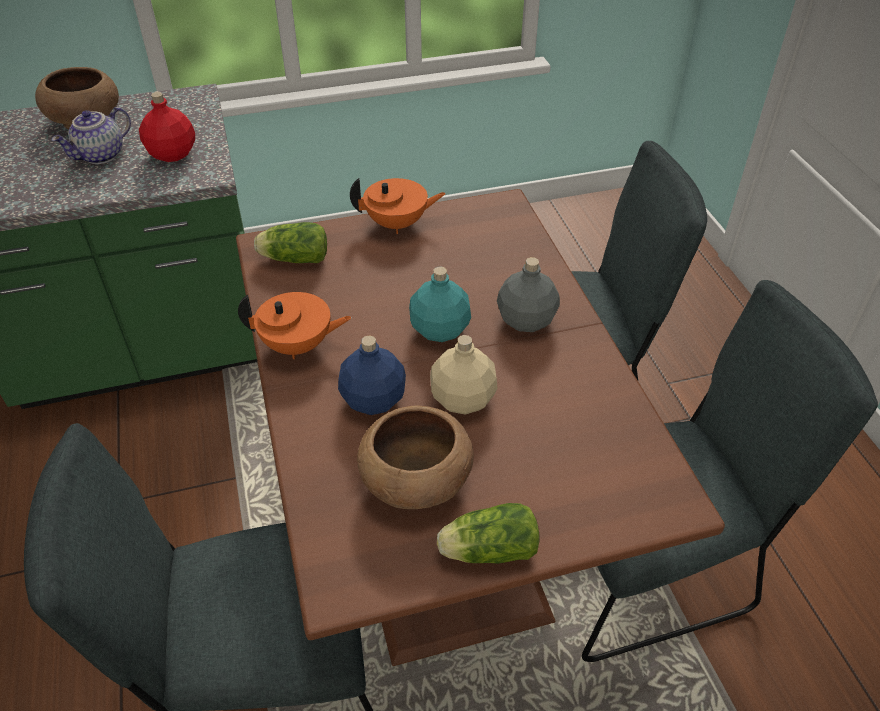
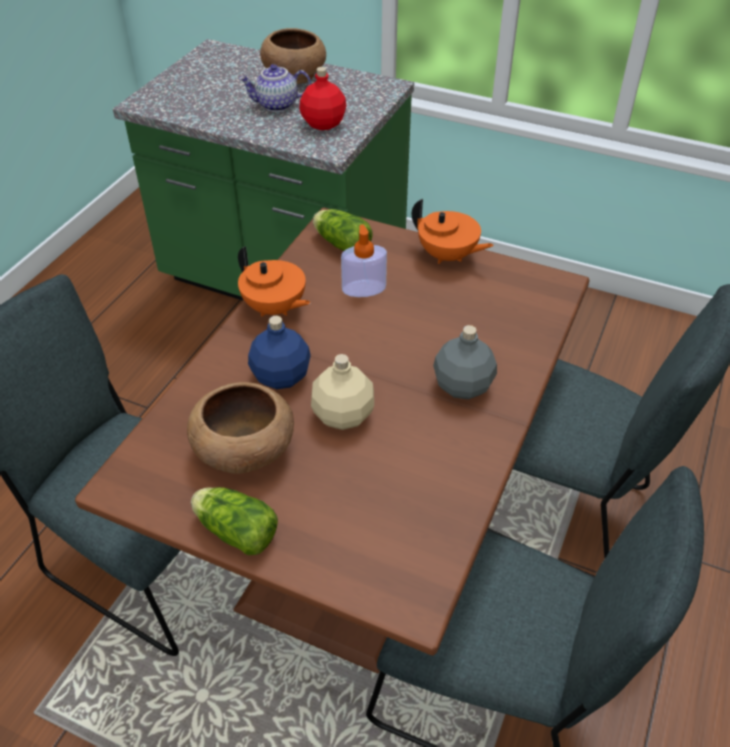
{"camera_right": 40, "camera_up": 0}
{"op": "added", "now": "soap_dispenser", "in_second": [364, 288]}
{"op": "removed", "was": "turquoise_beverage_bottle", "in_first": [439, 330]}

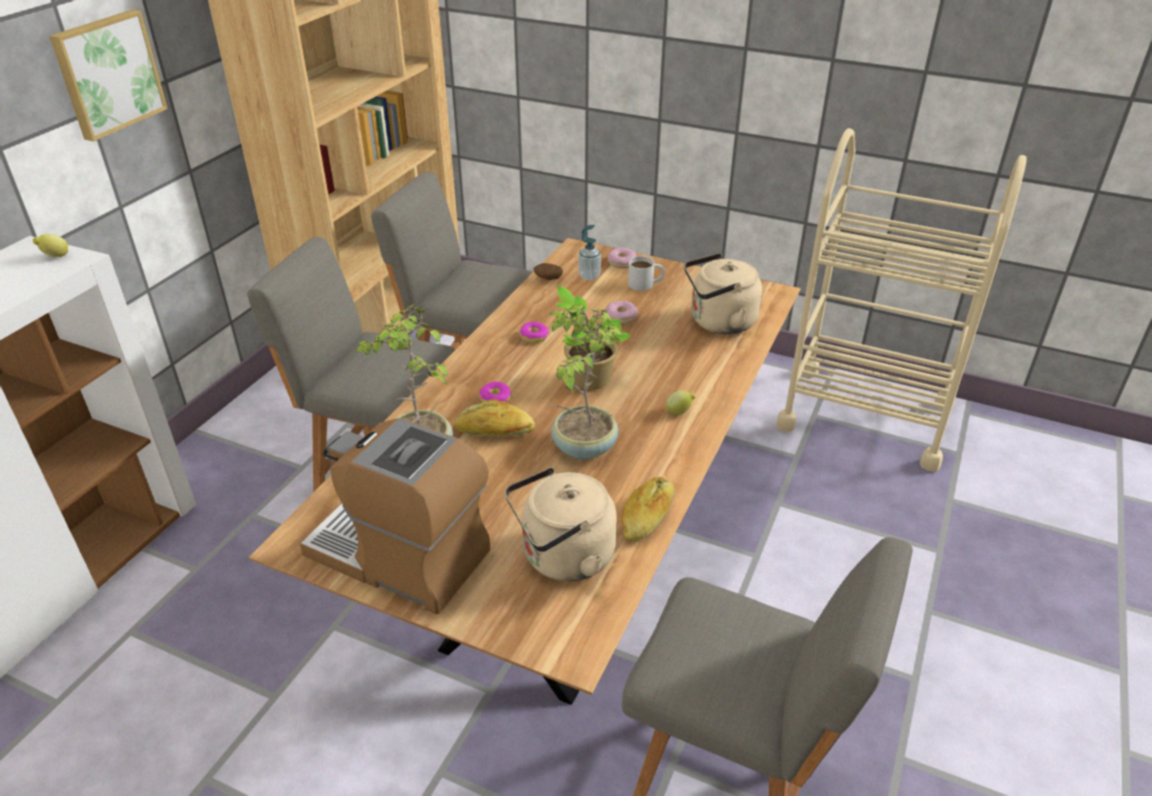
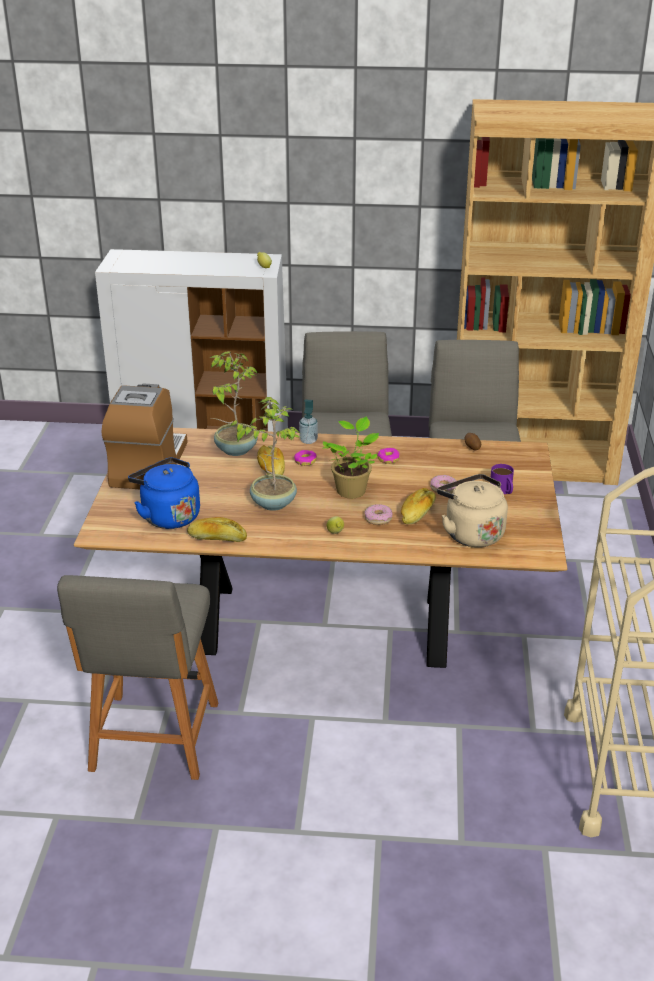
{"camera_right": 70, "camera_up": -5}
{"op": "recoloured", "was": "beige_tea_kettle", "now": "bluish_tea_kettle", "in_first": [563, 558], "in_second": [168, 516]}
{"op": "moved", "was": "soap_dispenser", "in_first": [589, 276], "in_second": [308, 440]}
{"op": "moved", "was": "ring_doughnut", "in_first": [622, 262], "in_second": [378, 518]}
{"op": "added", "now": "baked_bread", "in_second": [417, 513]}
{"op": "recoloured", "was": "white_coffee_mug", "now": "purplish_coffee_mug", "in_first": [646, 284], "in_second": [503, 490]}
{"op": "removed", "was": "wall_art", "in_first": [108, 74]}

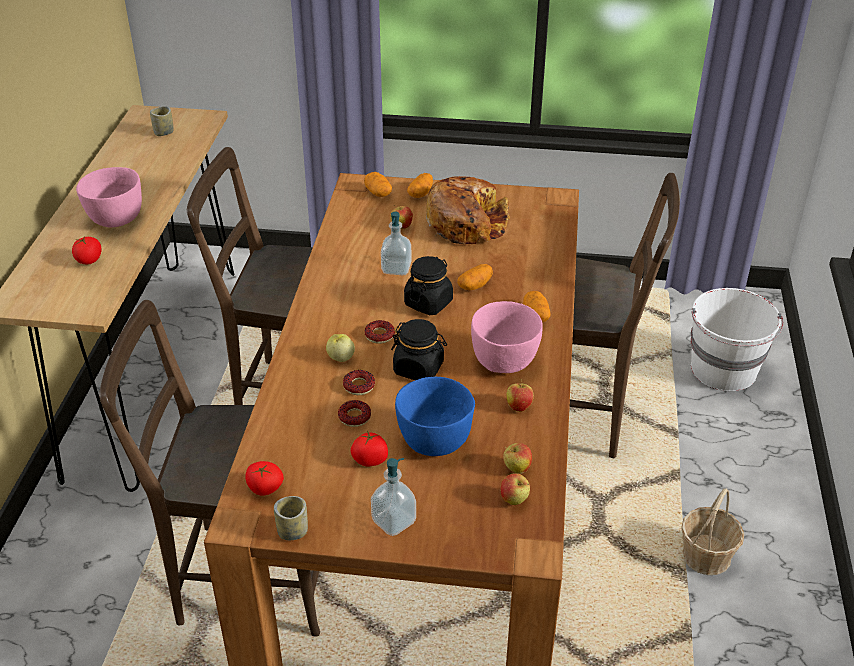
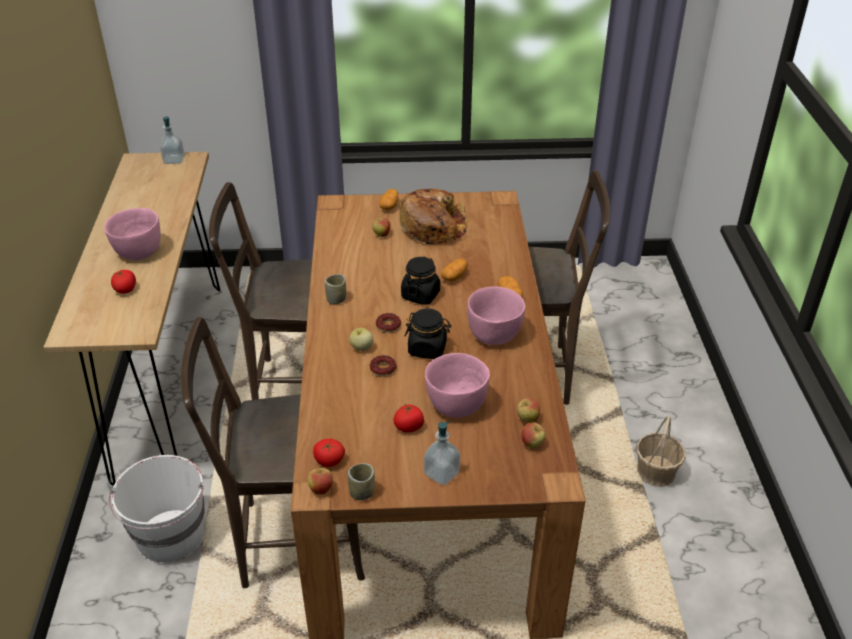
{"camera_right": -10, "camera_up": 0}
{"op": "moved", "was": "white_water_bucket", "in_first": [724, 370], "in_second": [170, 537]}
{"op": "moved", "was": "soap_dispenser", "in_first": [396, 268], "in_second": [174, 160]}
{"op": "moved", "was": "apple_fruit", "in_first": [519, 407], "in_second": [321, 489]}
{"op": "moved", "was": "drinking_cup", "in_first": [164, 132], "in_second": [336, 299]}
{"op": "recoloured", "was": "bluish_serving_bowl", "now": "pinkish_serving_bowl", "in_first": [434, 439], "in_second": [455, 404]}
{"op": "removed", "was": "ring_doughnut", "in_first": [354, 417]}
{"op": "removed", "was": "whole_potato", "in_first": [378, 193]}

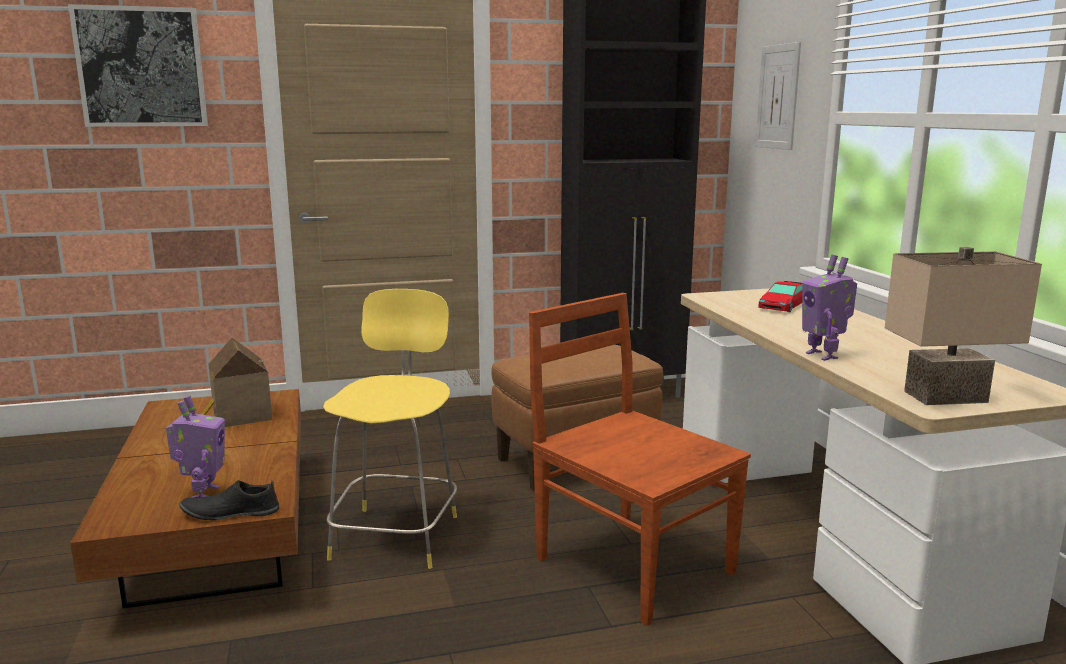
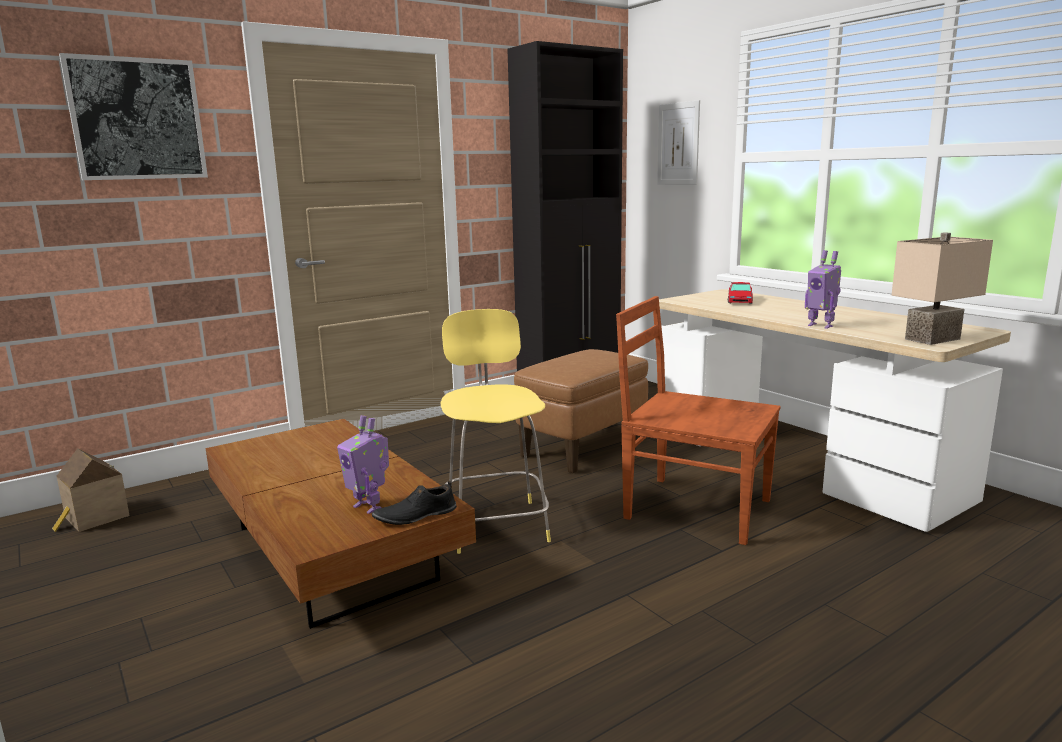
{"camera_right": -20, "camera_up": 0}
{"op": "moved", "was": "model_house", "in_first": [238, 416], "in_second": [94, 518]}
{"op": "turned", "was": "robot_figure", "in_first": [203, 493], "in_second": [369, 506], "clockwise": 150}

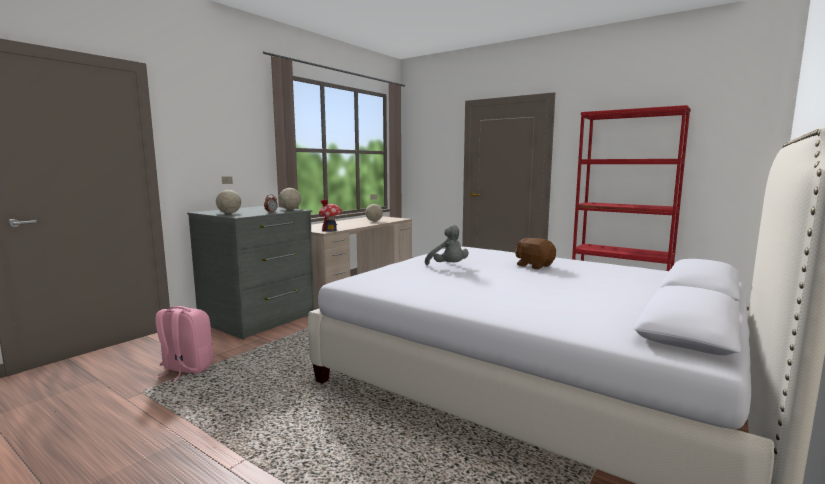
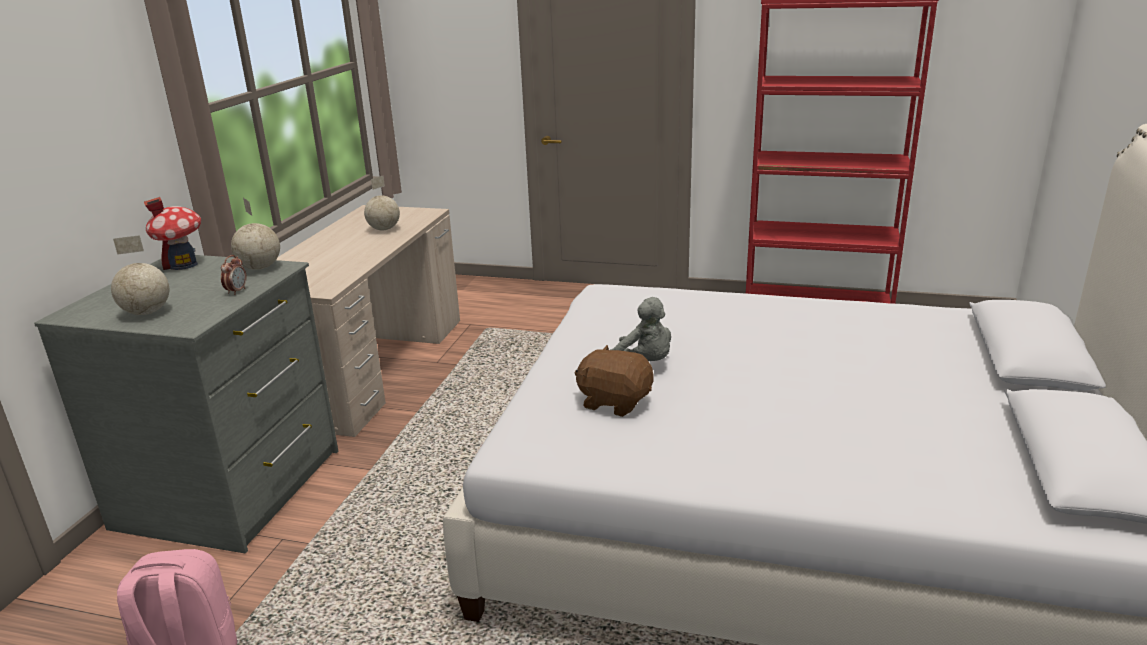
{"camera_right": -20, "camera_up": 15}
{"op": "moved", "was": "model_house", "in_first": [331, 230], "in_second": [183, 264]}
{"op": "moved", "was": "brown_plush_toy", "in_first": [534, 266], "in_second": [614, 402]}

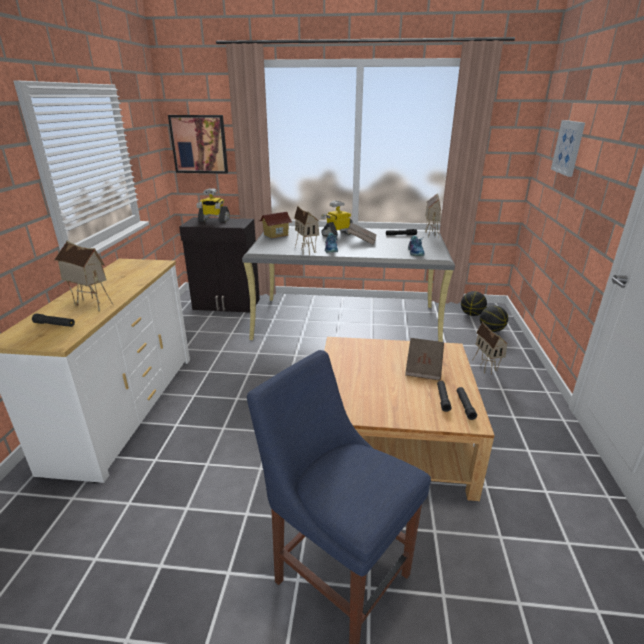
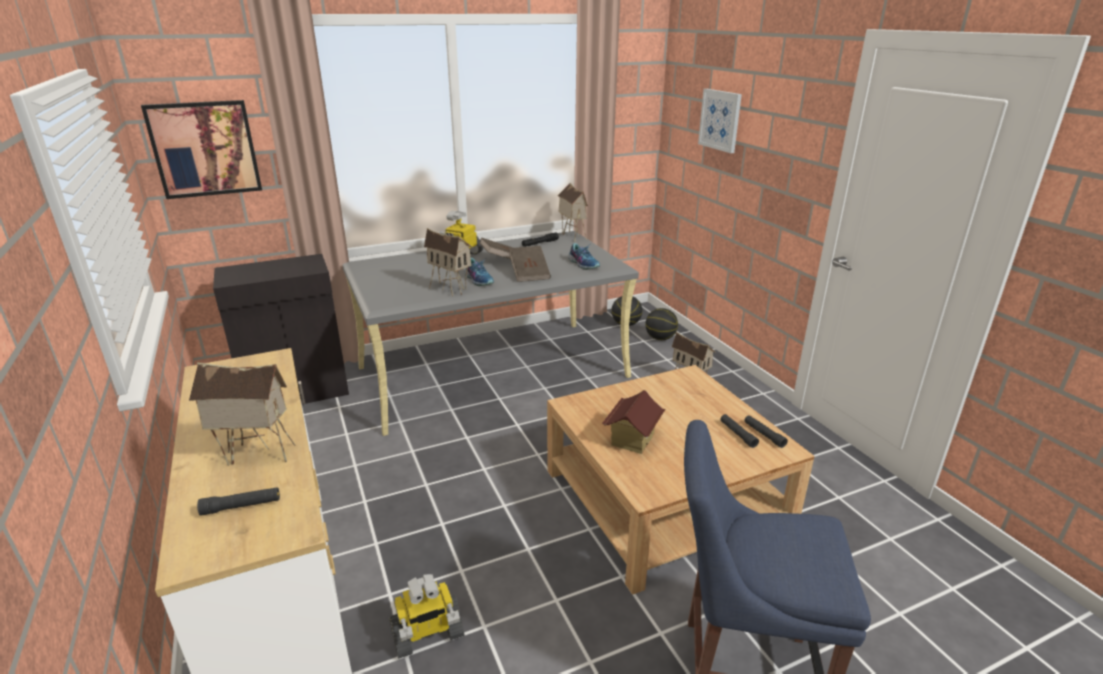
{"camera_right": -30, "camera_up": 0}
{"op": "moved", "was": "robot_figure", "in_first": [213, 220], "in_second": [427, 634]}
{"op": "moved", "was": "brown_book", "in_first": [423, 368], "in_second": [529, 274]}
{"op": "moved", "was": "model_house", "in_first": [276, 235], "in_second": [632, 439]}

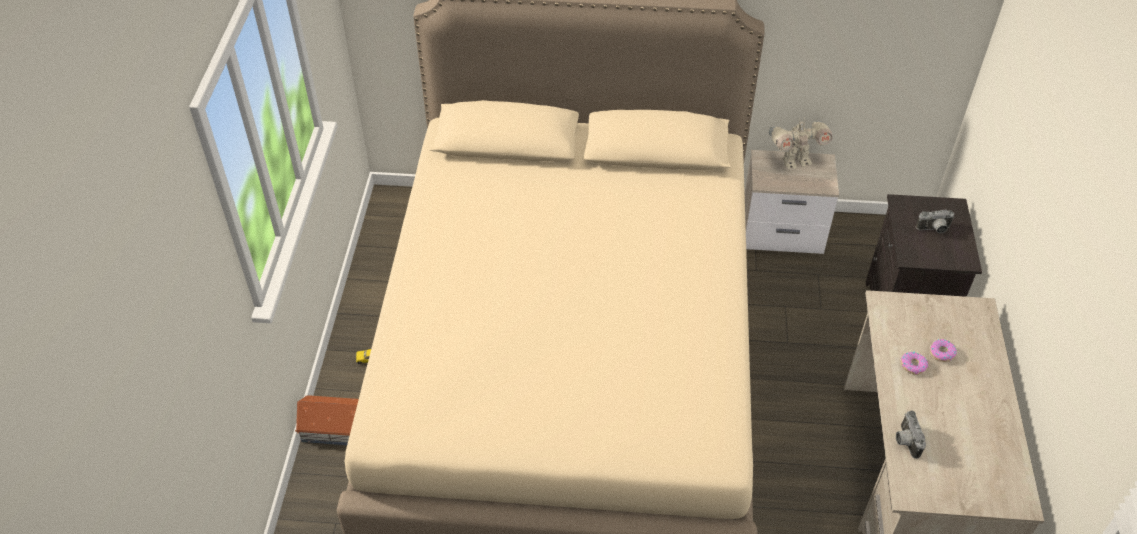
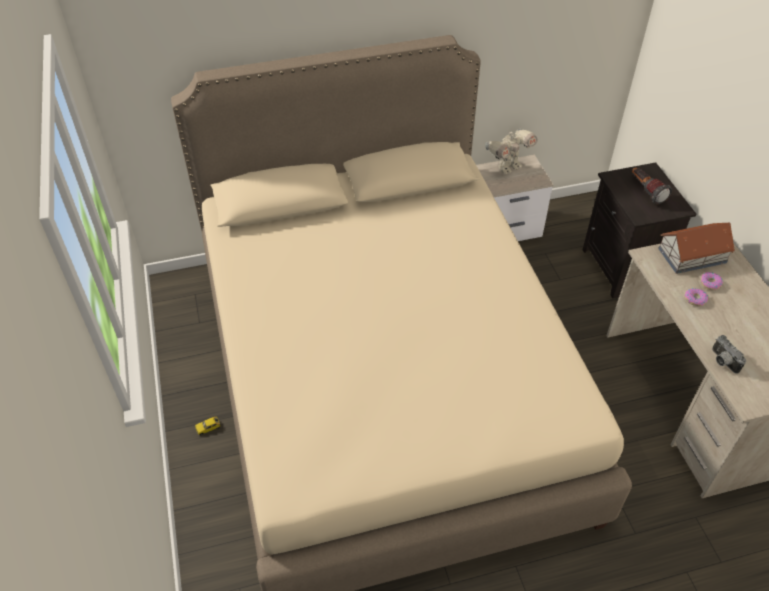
{"camera_right": -20, "camera_up": 0}
{"op": "replaced", "was": "photo_camera", "now": "hand_torch", "in_first": [934, 230], "in_second": [646, 191]}
{"op": "moved", "was": "model_house", "in_first": [336, 427], "in_second": [693, 255]}

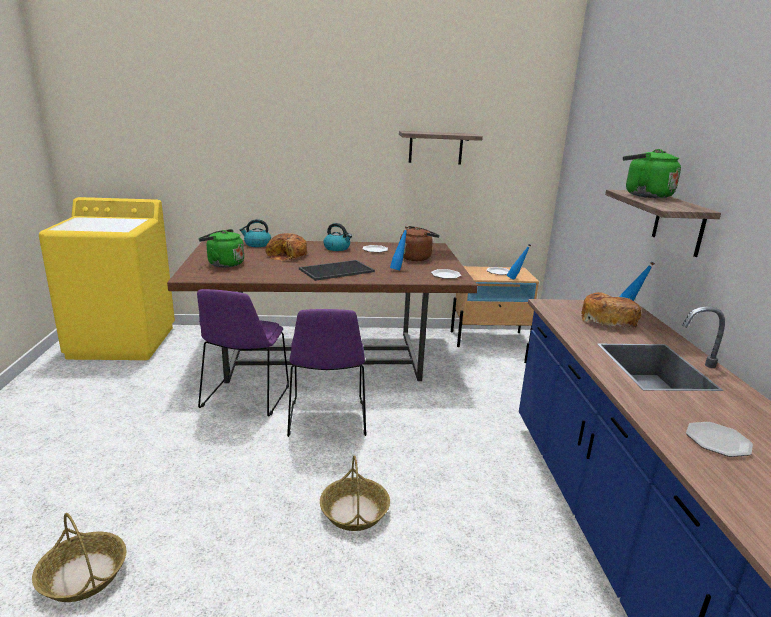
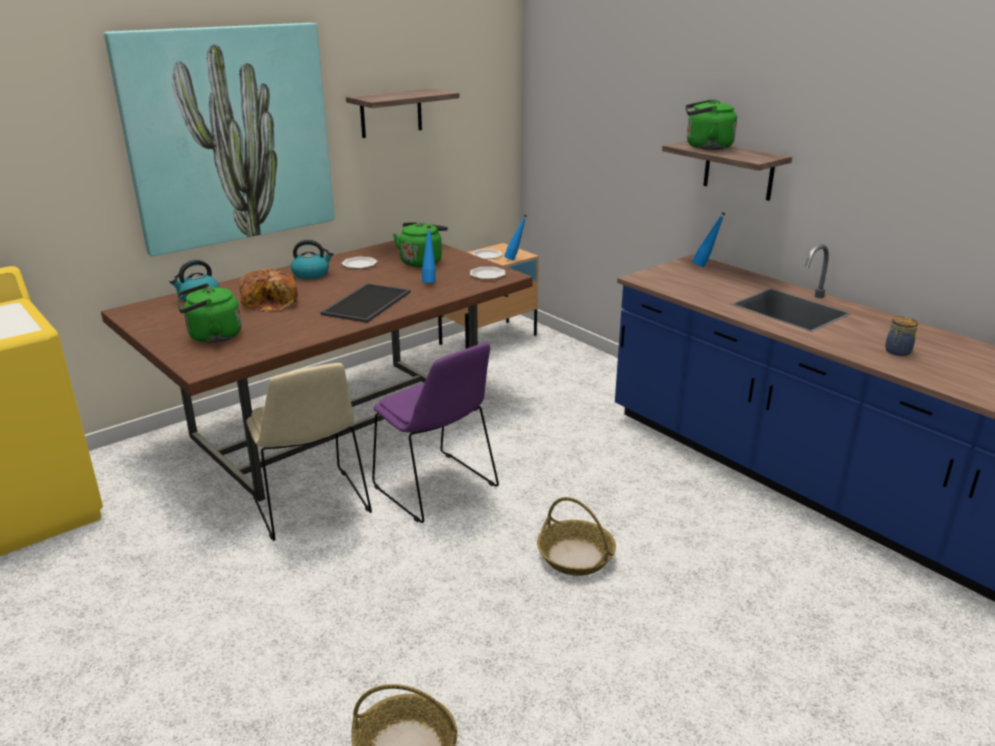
{"camera_right": -35, "camera_up": 5}
{"op": "added", "now": "wall_art", "in_second": [229, 136]}
{"op": "recoloured", "was": "purplish_upright_chair", "now": "beige_upright_chair", "in_first": [245, 398], "in_second": [312, 507]}
{"op": "recoloured", "was": "brown_tea_kettle", "now": "greenish_tea_kettle", "in_first": [416, 257], "in_second": [422, 261]}
{"op": "replaced", "was": "dinner_plate", "now": "preserve_jar", "in_first": [717, 441], "in_second": [897, 352]}
{"op": "removed", "was": "baked_bread", "in_first": [607, 320]}

